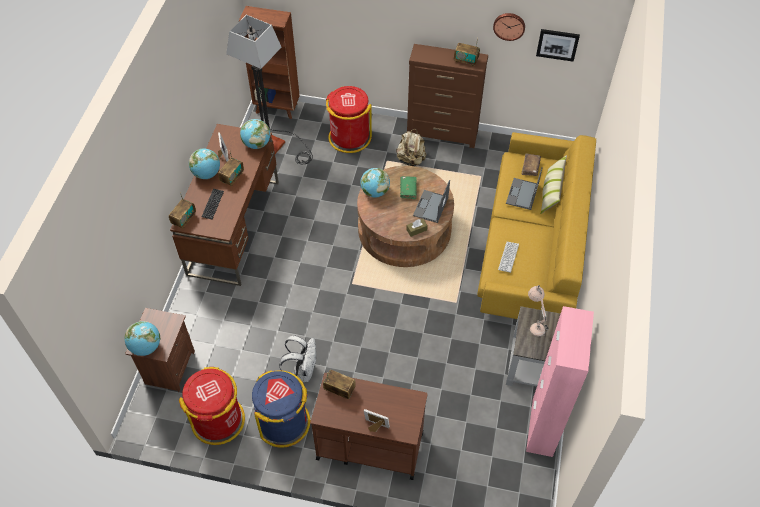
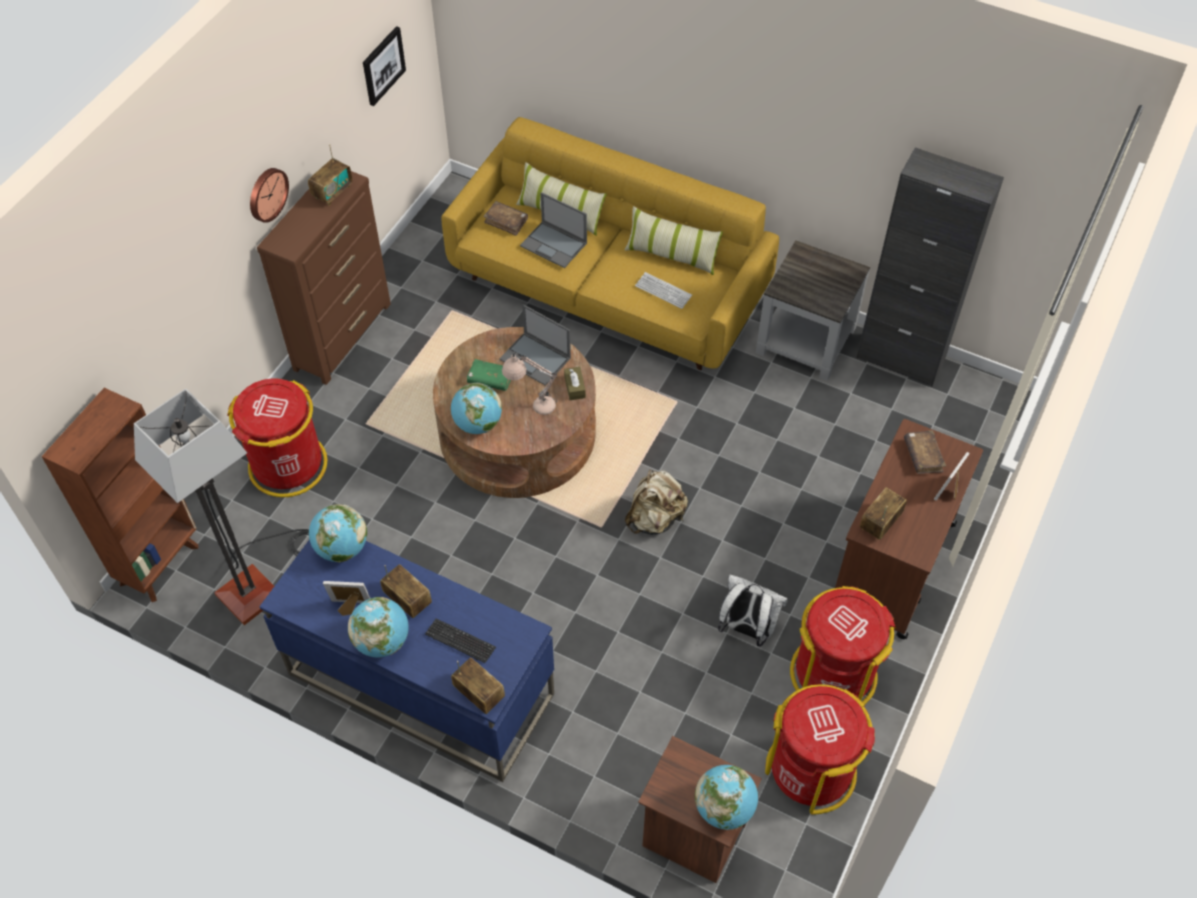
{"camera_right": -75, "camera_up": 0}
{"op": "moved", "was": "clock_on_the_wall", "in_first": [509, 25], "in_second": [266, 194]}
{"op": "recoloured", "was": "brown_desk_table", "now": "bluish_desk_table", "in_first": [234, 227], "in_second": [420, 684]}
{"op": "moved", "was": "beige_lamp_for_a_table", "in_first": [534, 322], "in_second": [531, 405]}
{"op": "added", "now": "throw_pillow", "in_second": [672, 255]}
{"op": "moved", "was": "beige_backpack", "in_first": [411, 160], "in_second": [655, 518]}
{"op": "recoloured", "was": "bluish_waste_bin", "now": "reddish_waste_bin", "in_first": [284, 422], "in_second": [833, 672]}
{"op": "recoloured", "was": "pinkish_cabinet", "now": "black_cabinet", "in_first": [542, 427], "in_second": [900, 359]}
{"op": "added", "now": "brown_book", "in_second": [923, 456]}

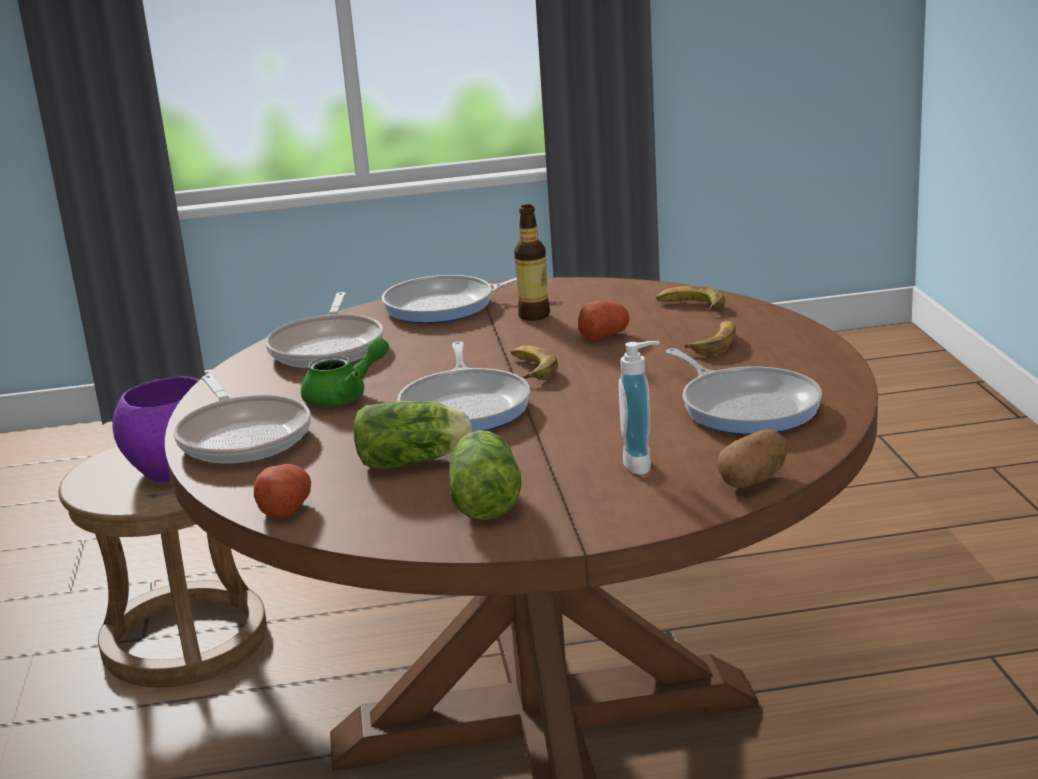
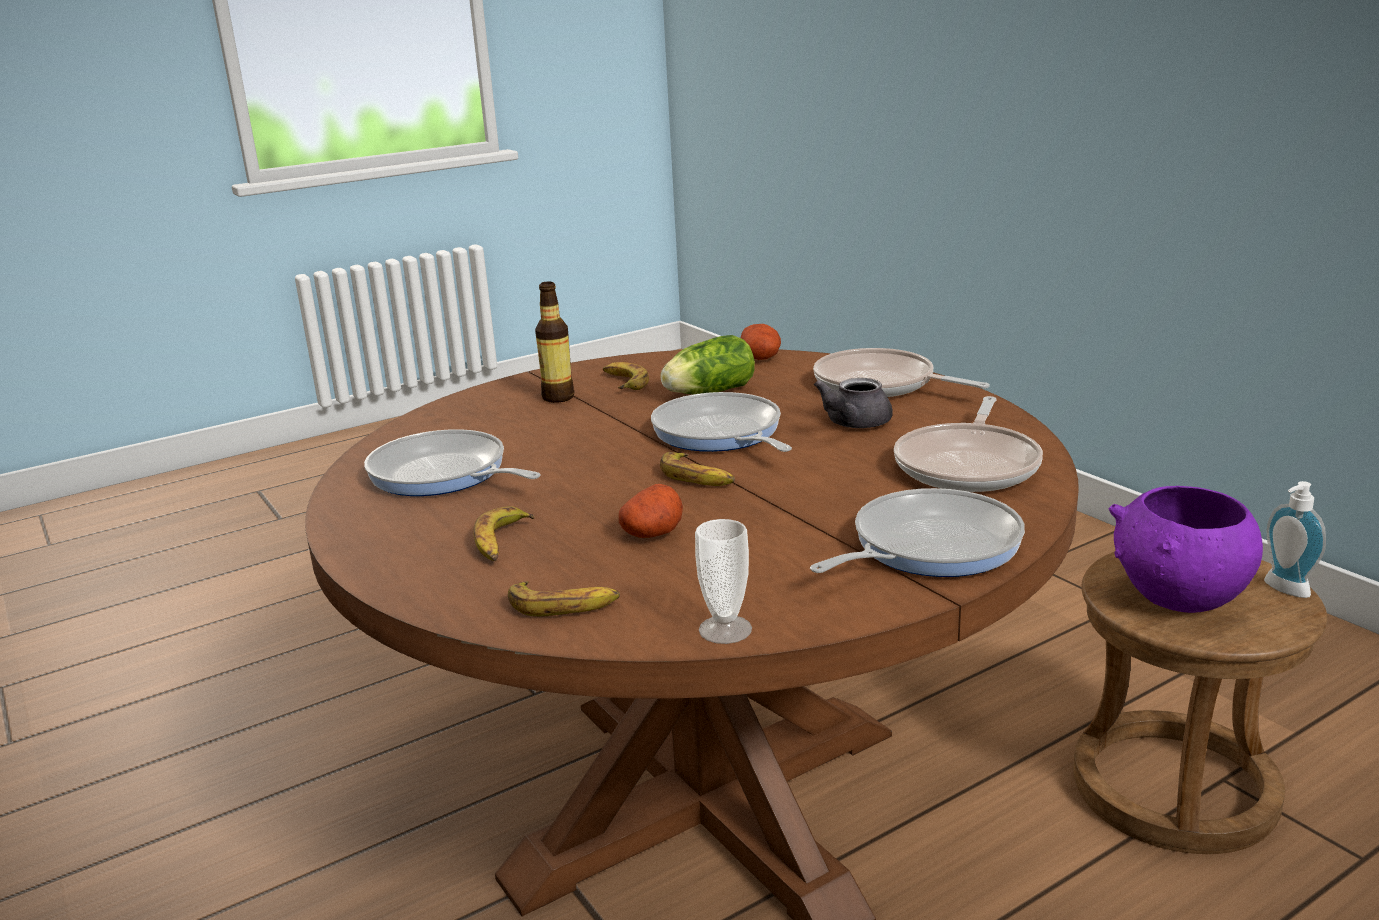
{"camera_right": 155, "camera_up": 0}
{"op": "moved", "was": "beverage_bottle", "in_first": [534, 315], "in_second": [558, 397]}
{"op": "replaced", "was": "lettuce_head", "now": "banana", "in_first": [485, 498], "in_second": [623, 382]}
{"op": "added", "now": "drinking_cup", "in_second": [725, 629]}
{"op": "recoloured", "was": "greenish_teapot", "now": "grey_teapot", "in_first": [345, 396], "in_second": [852, 424]}
{"op": "turned", "was": "skillet", "in_first": [328, 348], "in_second": [969, 465], "clockwise": -135}
{"op": "moved", "was": "soap_dispenser", "in_first": [643, 463], "in_second": [1283, 590]}
{"op": "removed", "was": "whole_potato", "in_first": [753, 480]}

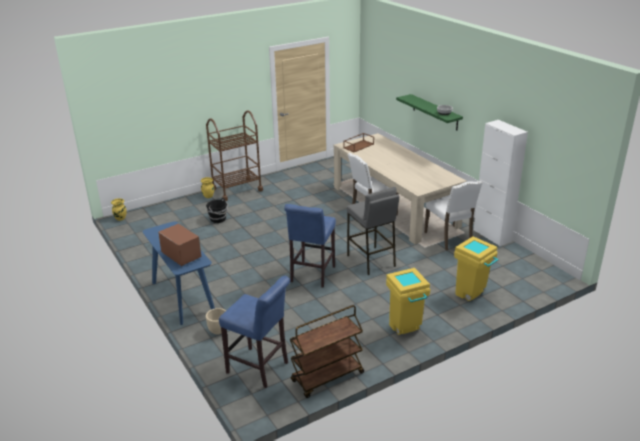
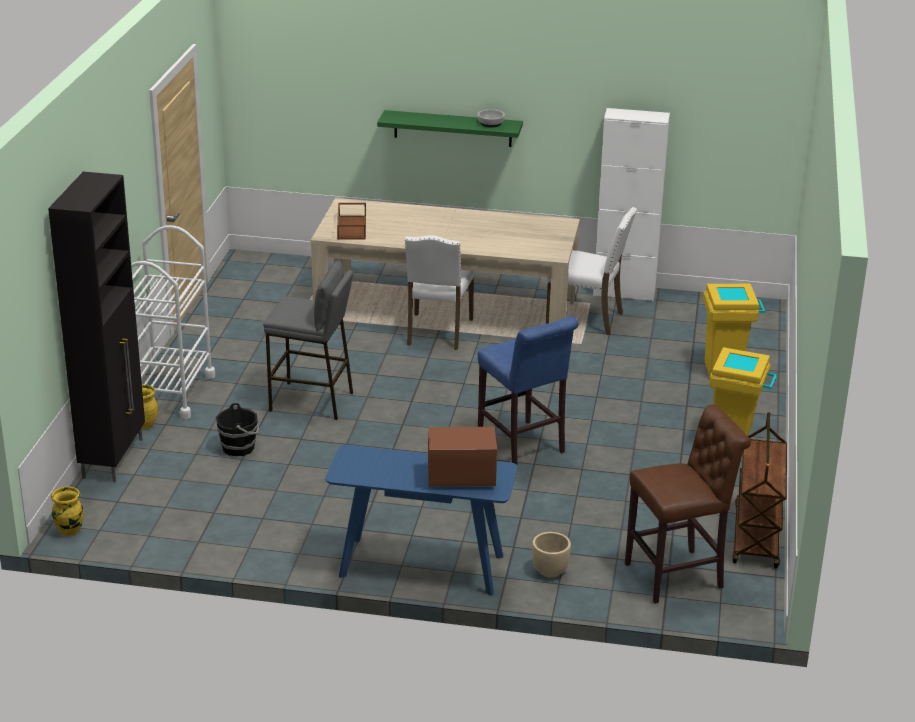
{"camera_right": -50, "camera_up": 0}
{"op": "added", "now": "black_cabinet", "in_second": [114, 458]}
{"op": "recoloured", "was": "brown_wheeled_cart", "now": "white_wheeled_cart", "in_first": [237, 189], "in_second": [169, 393]}
{"op": "moved", "was": "grey_stool", "in_first": [371, 261], "in_second": [312, 402]}
{"op": "recoloured", "was": "bluish_stool", "now": "brown_stool", "in_first": [260, 369], "in_second": [679, 575]}

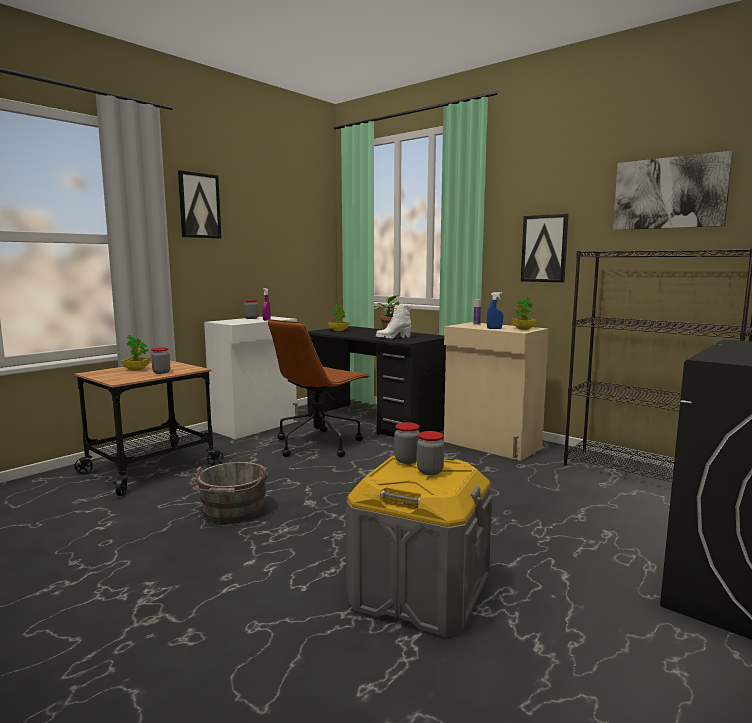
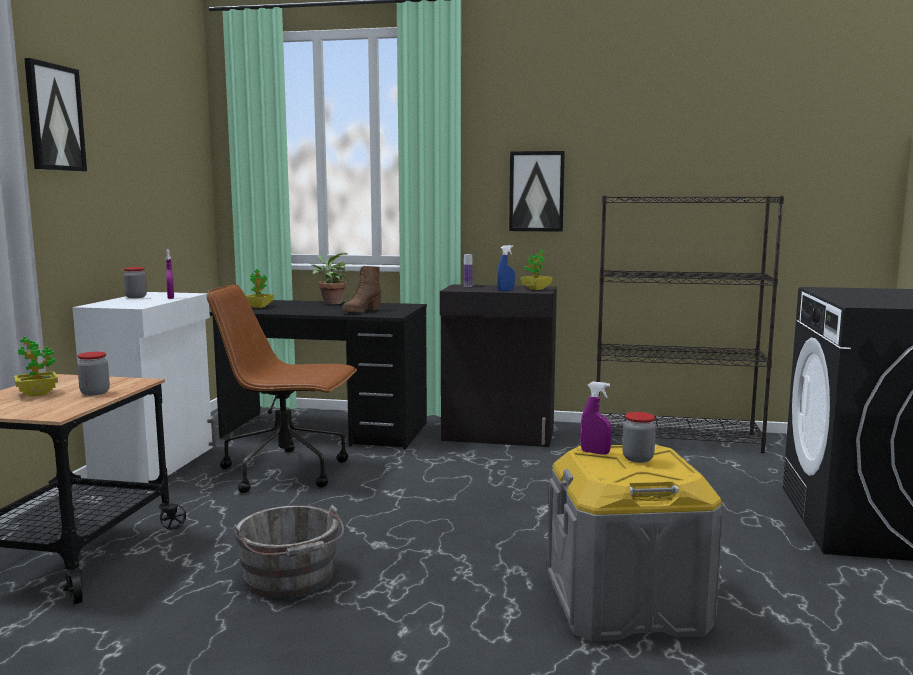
{"camera_right": -30, "camera_up": 0}
{"op": "turned", "was": "brown_computer_chair", "in_first": [319, 444], "in_second": [287, 471], "clockwise": 90}
{"op": "recoloured", "was": "white_boot", "now": "brown_boot", "in_first": [393, 338], "in_second": [361, 311]}
{"op": "recoloured", "was": "beige_cabinet", "now": "black_cabinet", "in_first": [491, 445], "in_second": [499, 435]}
{"op": "replaced", "was": "preserve_jar", "now": "purplish_sprayer", "in_first": [407, 460], "in_second": [595, 452]}
{"op": "removed", "was": "wall_art", "in_first": [669, 193]}

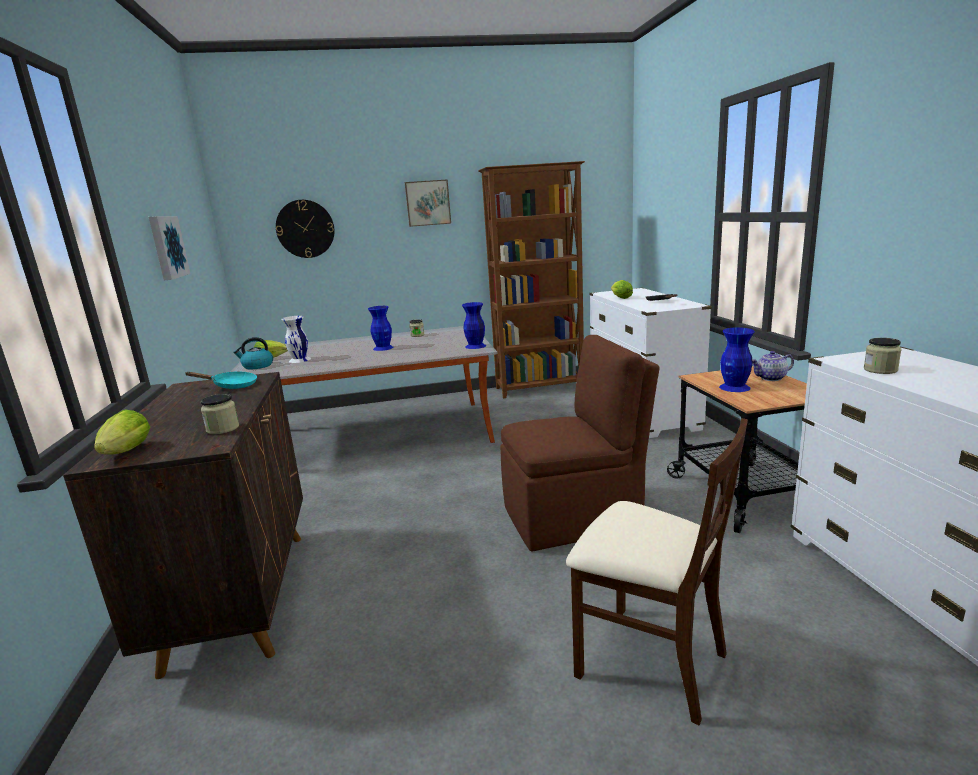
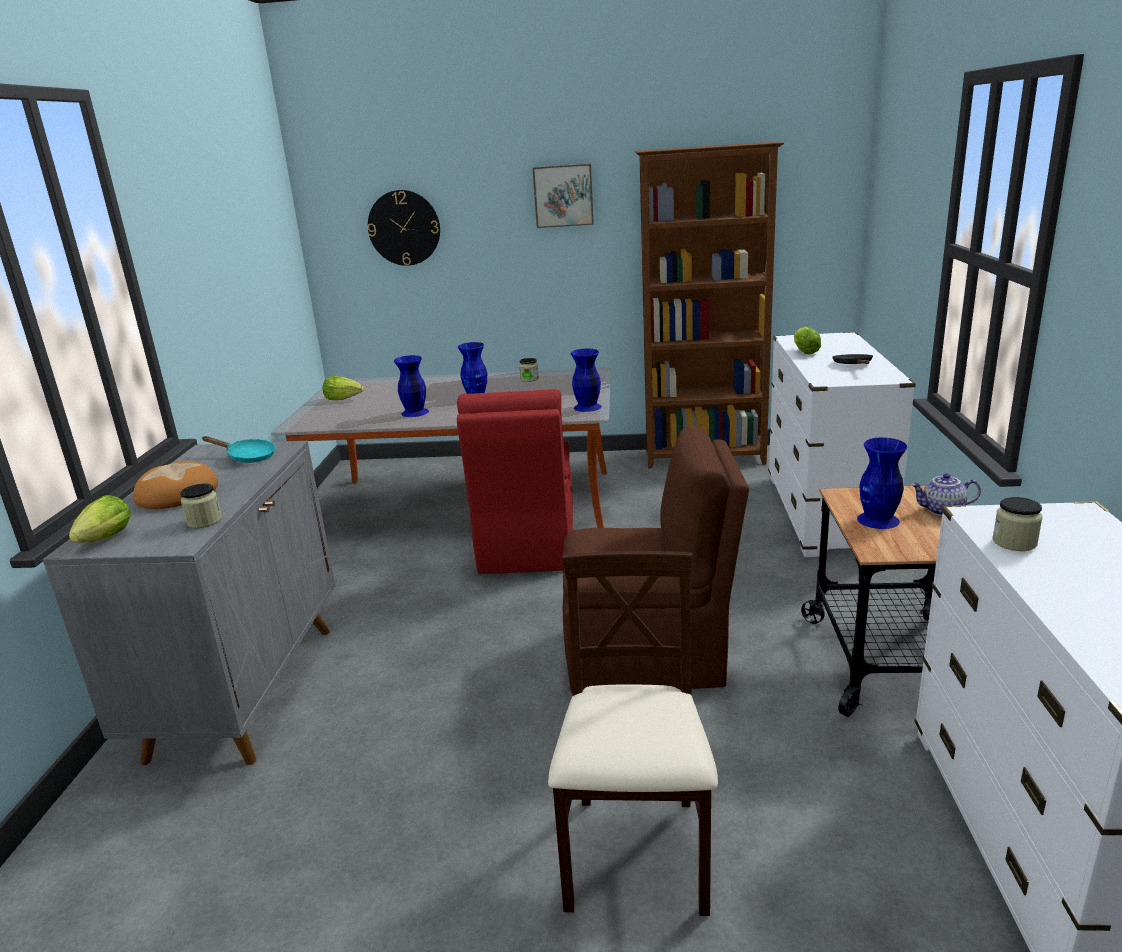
{"camera_right": 15, "camera_up": 5}
{"op": "recoloured", "was": "brown_cabinet", "now": "grey_cabinet", "in_first": [240, 595], "in_second": [246, 689]}
{"op": "added", "now": "baked_bread", "in_second": [177, 493]}
{"op": "added", "now": "bluish_flower_vase", "in_second": [414, 412]}
{"op": "added", "now": "reddish_upright_chair", "in_second": [526, 547]}
{"op": "turned", "was": "beige_upright_chair", "in_first": [649, 661], "in_second": [636, 855], "clockwise": -135}
{"op": "removed", "was": "wall_art", "in_first": [167, 247]}
{"op": "removed", "was": "tea_kettle", "in_first": [257, 366]}
{"op": "removed", "was": "white_flower_vase", "in_first": [299, 360]}

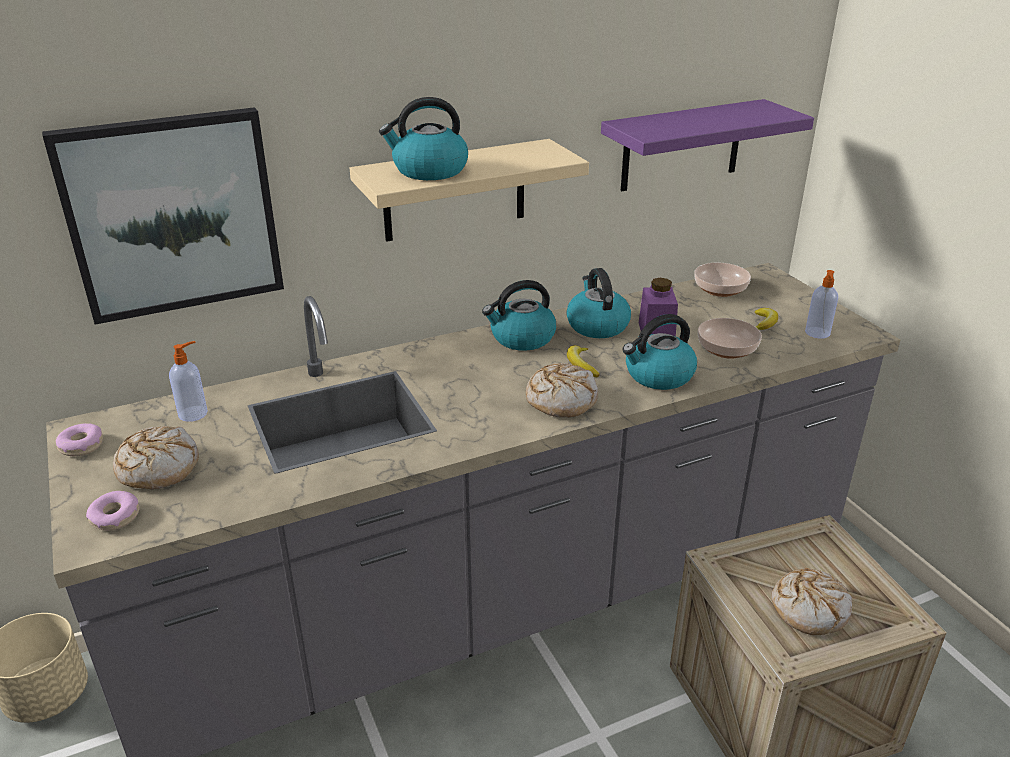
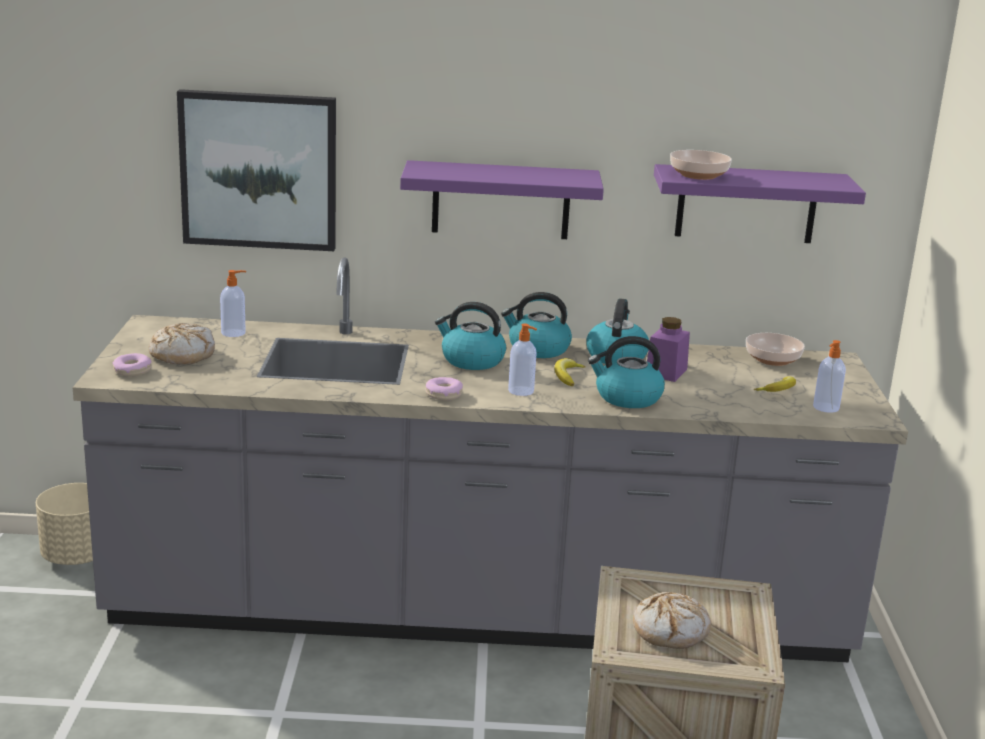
{"camera_right": 25, "camera_up": -10}
{"op": "recoloured", "was": "beige_shelf", "now": "purplish_shelf", "in_first": [454, 191], "in_second": [501, 200]}
{"op": "moved", "was": "ring_doughnut", "in_first": [81, 445], "in_second": [444, 394]}
{"op": "moved", "was": "tea_kettle", "in_first": [429, 171], "in_second": [471, 360]}
{"op": "replaced", "was": "baked_bread", "now": "soap_dispenser", "in_first": [561, 399], "in_second": [521, 391]}
{"op": "moved", "was": "serving_bowl", "in_first": [726, 349], "in_second": [698, 175]}

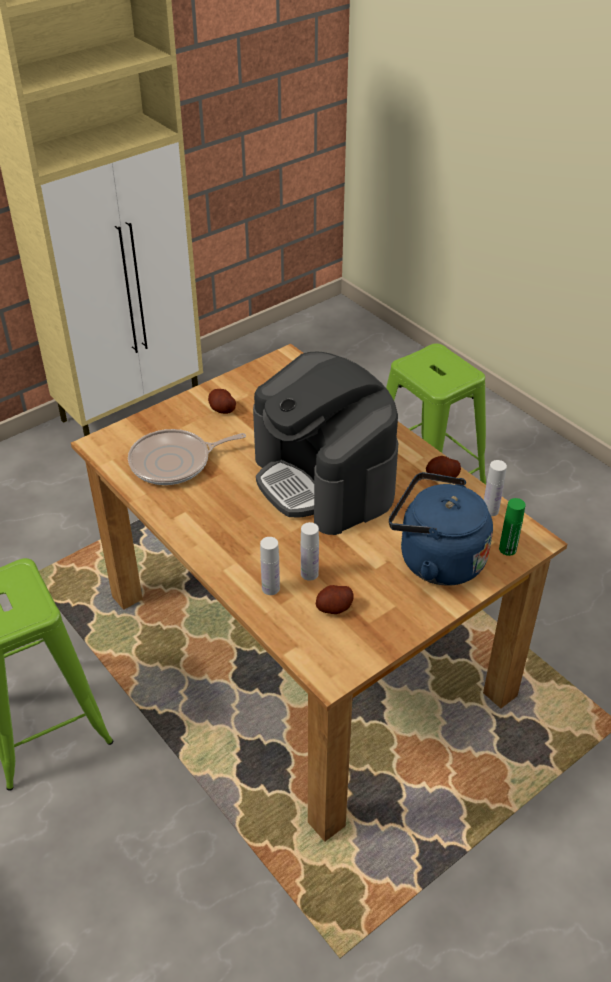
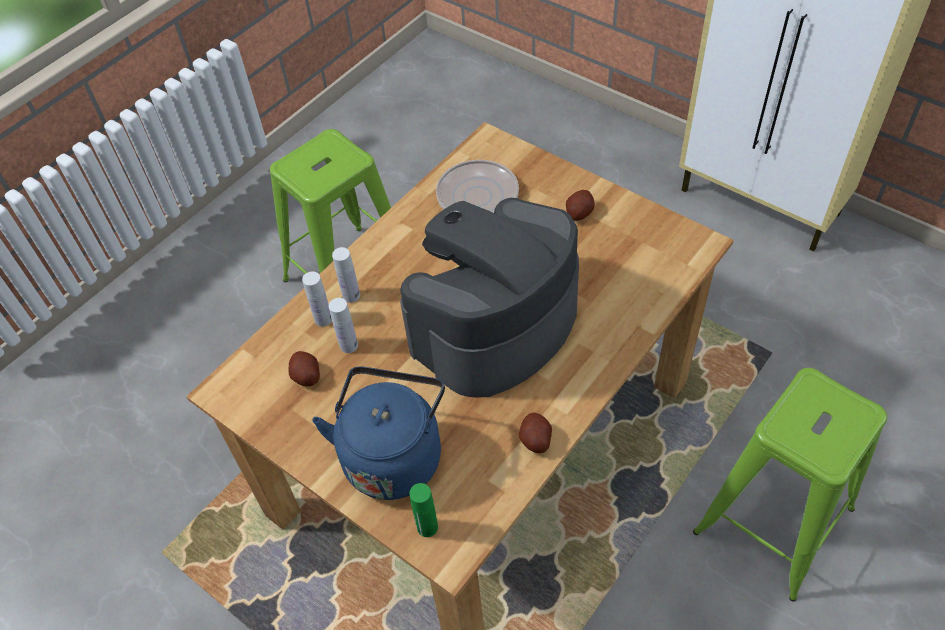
{"camera_right": 80, "camera_up": 10}
{"op": "moved", "was": "white_beverage_bottle", "in_first": [490, 510], "in_second": [351, 295]}

